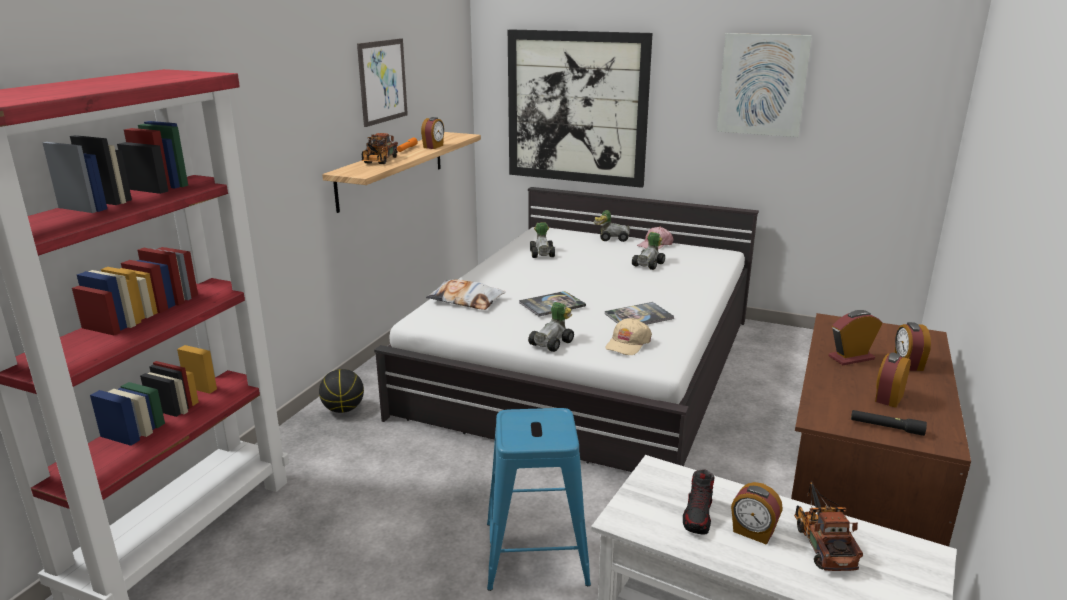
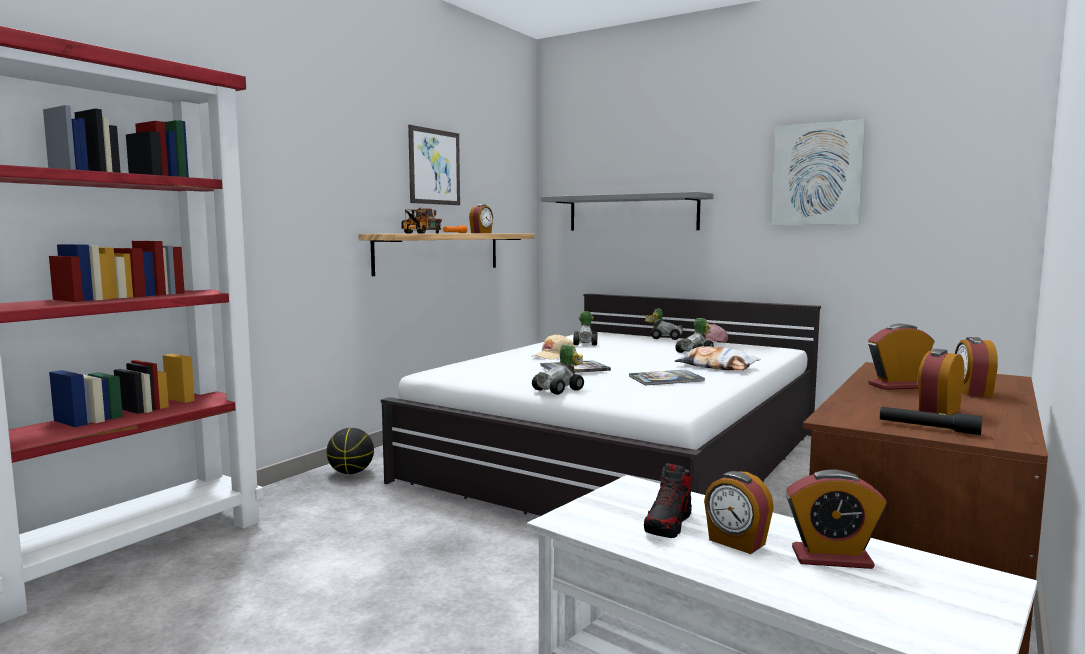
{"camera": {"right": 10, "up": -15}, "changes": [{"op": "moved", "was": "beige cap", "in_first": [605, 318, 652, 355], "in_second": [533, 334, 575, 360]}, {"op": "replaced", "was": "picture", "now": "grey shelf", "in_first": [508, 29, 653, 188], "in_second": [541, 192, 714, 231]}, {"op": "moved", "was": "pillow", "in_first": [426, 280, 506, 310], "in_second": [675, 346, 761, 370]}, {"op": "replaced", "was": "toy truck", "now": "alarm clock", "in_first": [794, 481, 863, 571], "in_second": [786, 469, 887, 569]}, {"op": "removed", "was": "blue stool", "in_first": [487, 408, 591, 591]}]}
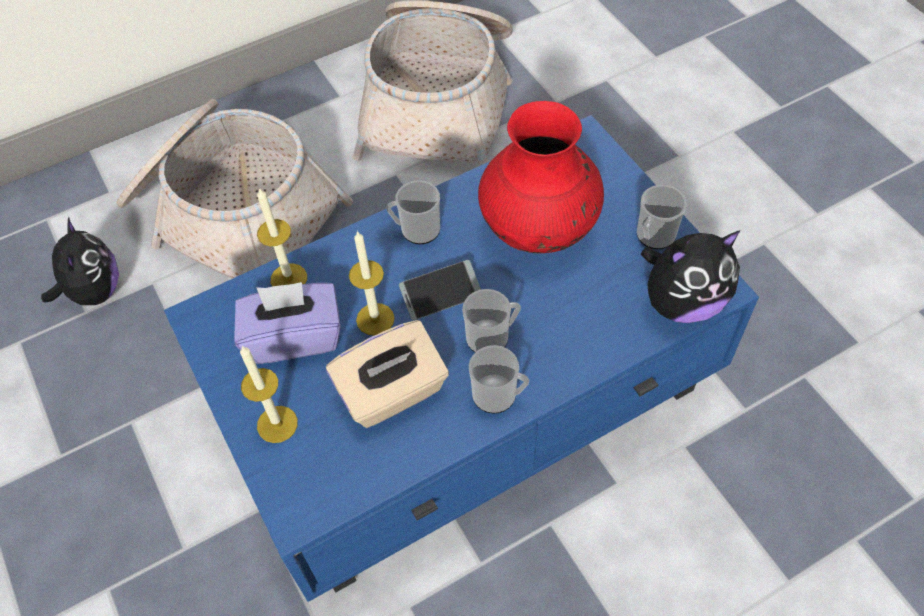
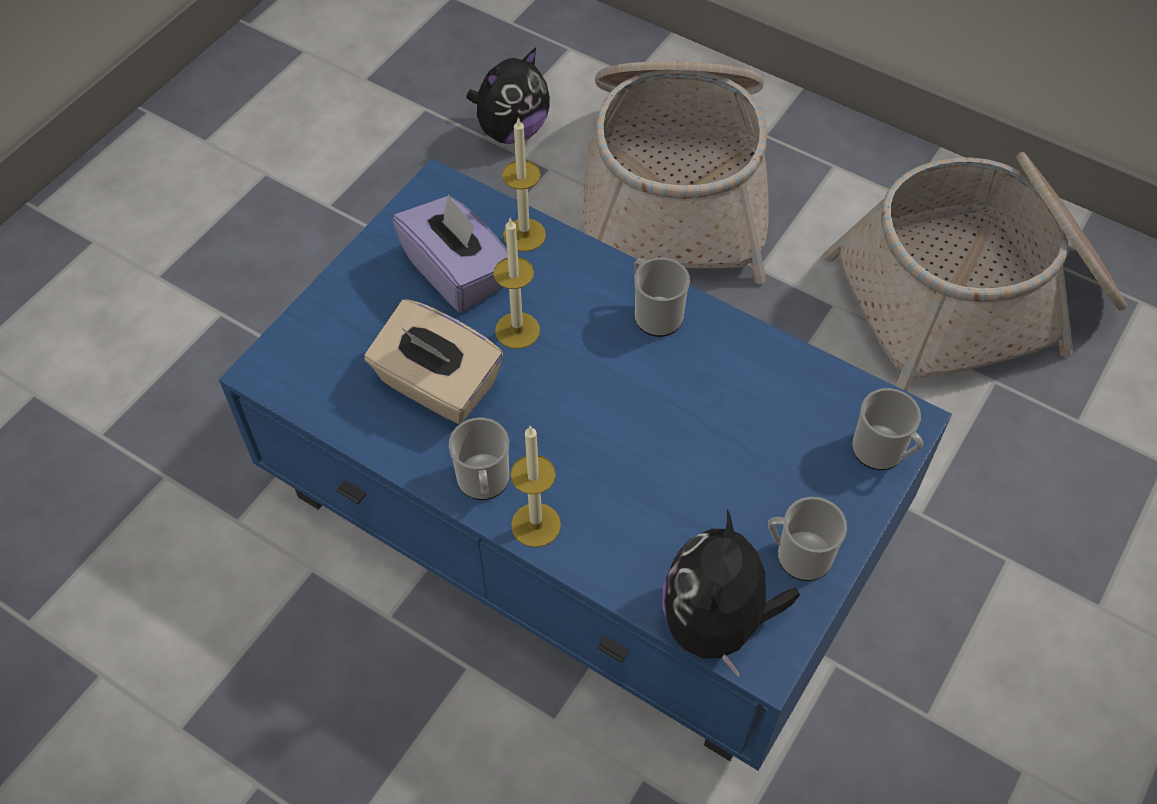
{"camera": {"right": 60, "up": 0}, "changes": [{"op": "moved", "was": "candle", "in_first": [240, 346, 298, 443], "in_second": [510, 426, 561, 547]}, {"op": "turned", "was": "plush toy", "in_first": [641, 230, 741, 323], "in_second": [662, 509, 800, 677], "clockwise": 60}, {"op": "moved", "was": "mug", "in_first": [462, 289, 521, 352], "in_second": [852, 388, 923, 470]}, {"op": "removed", "was": "phone", "in_first": [399, 260, 481, 320]}, {"op": "removed", "was": "red vase", "in_first": [478, 101, 604, 253]}]}
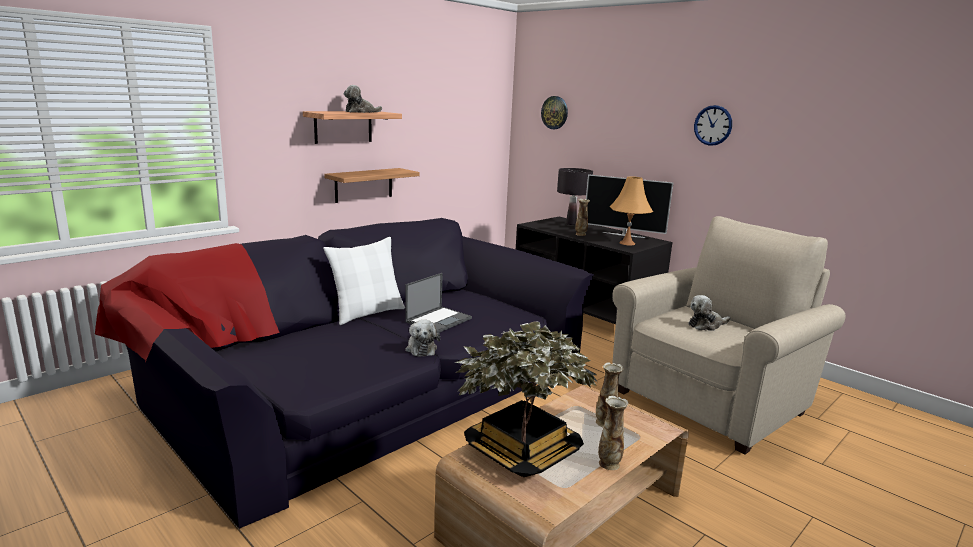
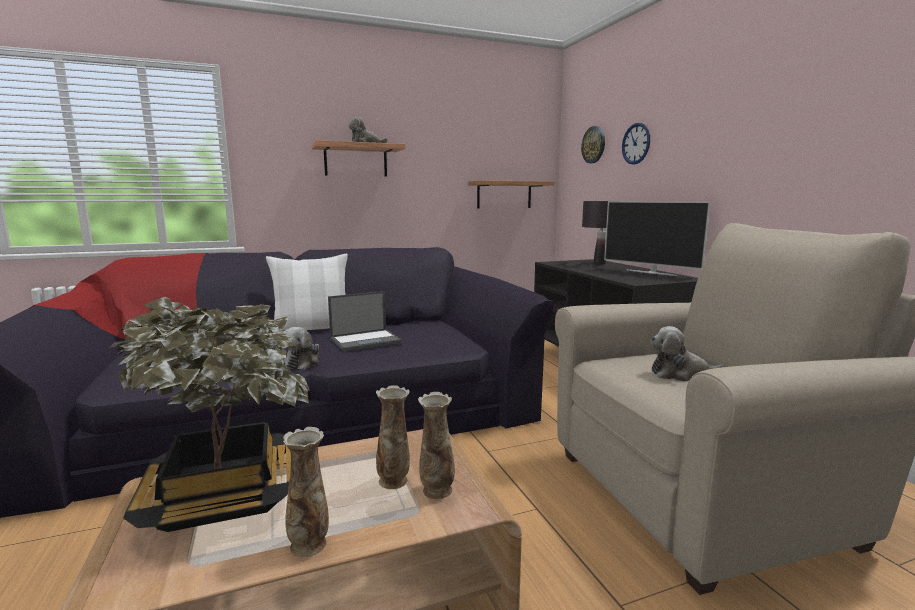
{"camera": {"right": 25, "up": -5}, "changes": [{"op": "moved", "was": "vase", "in_first": [575, 199, 590, 236], "in_second": [418, 392, 455, 499]}, {"op": "moved", "was": "shelf", "in_first": [324, 168, 420, 203], "in_second": [468, 180, 554, 208]}, {"op": "moved", "was": "wall clock", "in_first": [694, 105, 732, 146], "in_second": [622, 123, 650, 165]}, {"op": "removed", "was": "orange table lamp", "in_first": [610, 176, 653, 246]}]}
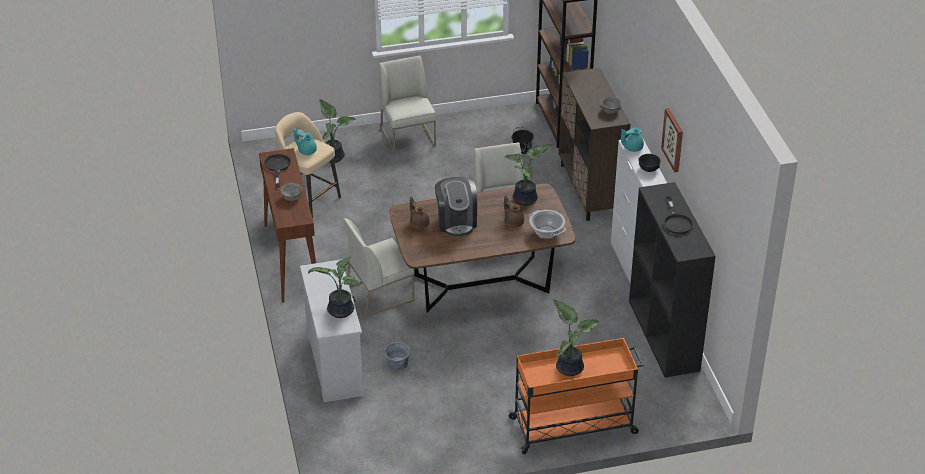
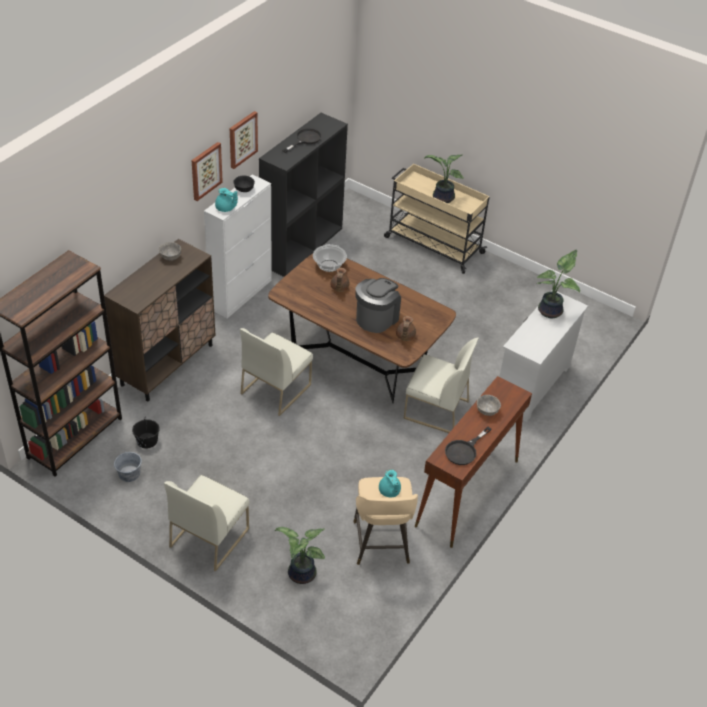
{"camera": {"right": -135, "up": 5}, "changes": [{"op": "moved", "was": "grey bucket", "in_first": [385, 342, 410, 371], "in_second": [114, 451, 142, 482]}, {"op": "added", "now": "picture", "in_second": [191, 142, 223, 201]}, {"op": "recoloured", "was": "orange cart", "now": "beige cart", "in_first": [508, 338, 644, 454], "in_second": [384, 164, 490, 274]}, {"op": "removed", "was": "potted plant", "in_first": [505, 144, 554, 206]}]}
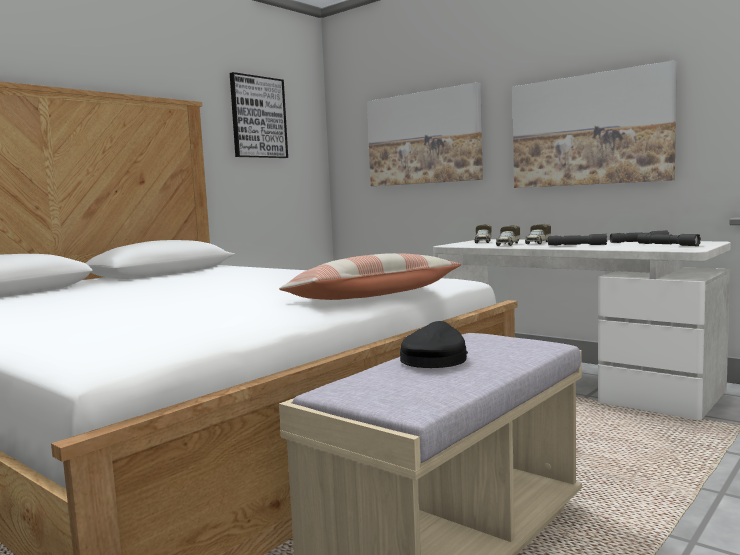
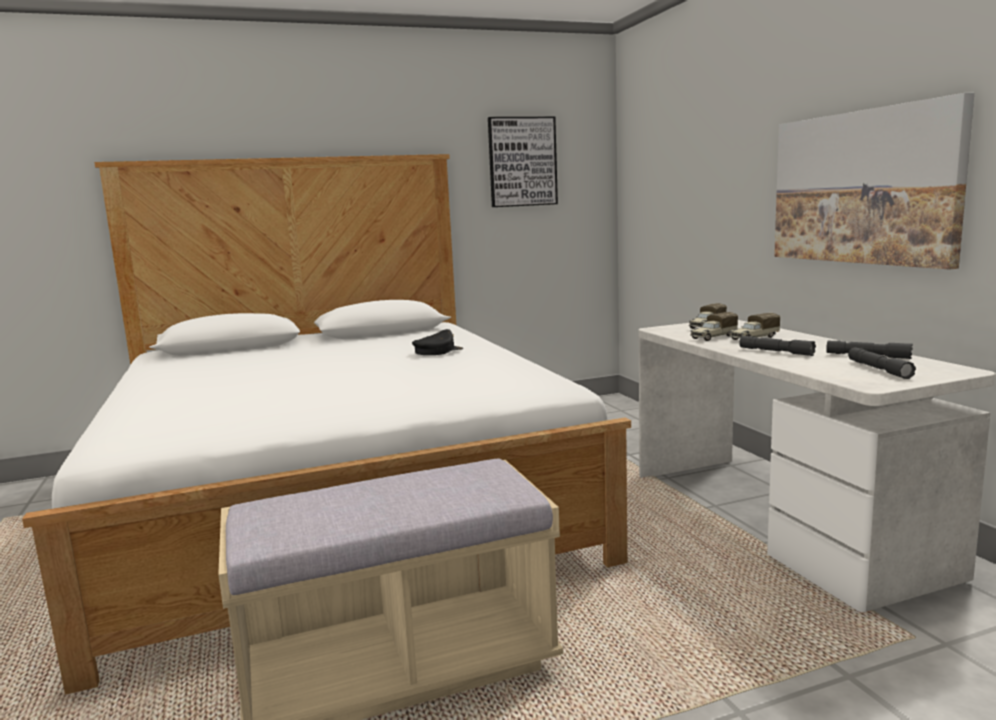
{"camera": {"right": 30, "up": 5}, "changes": [{"op": "moved", "was": "black cap", "in_first": [400, 321, 468, 368], "in_second": [412, 329, 464, 355]}, {"op": "removed", "was": "pillow", "in_first": [279, 253, 462, 300]}, {"op": "removed", "was": "picture", "in_first": [367, 82, 483, 186]}]}
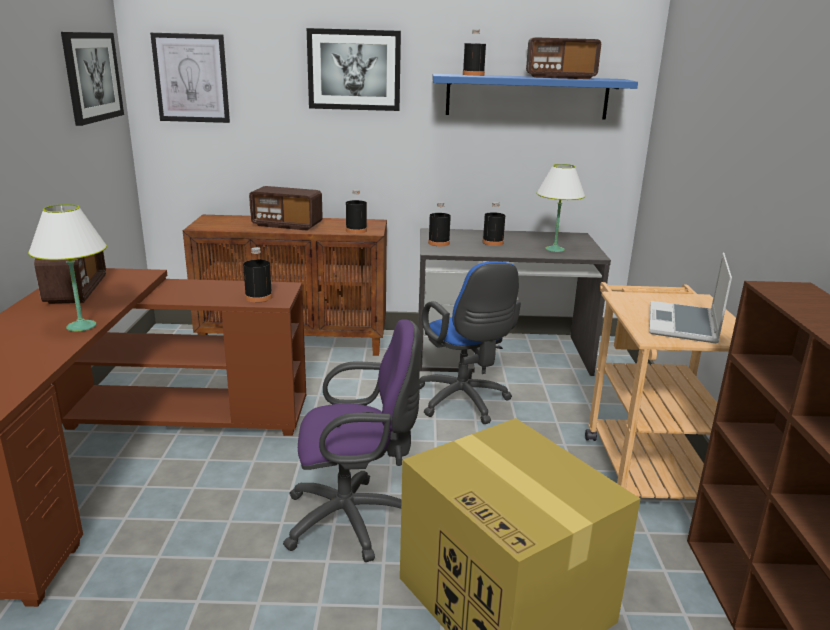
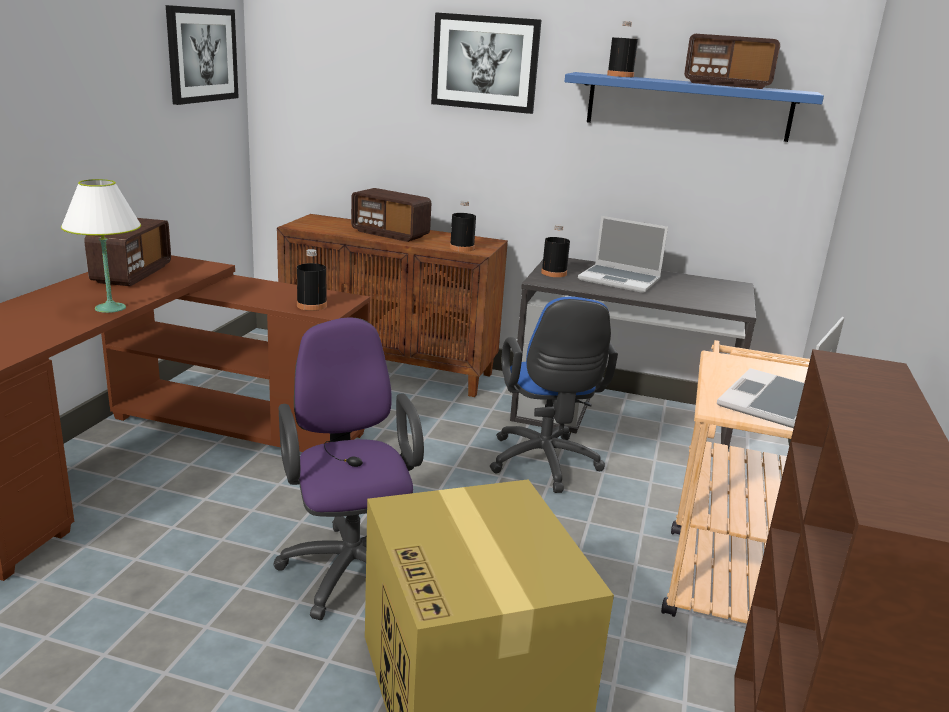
{"camera": {"right": 15, "up": 0}, "changes": [{"op": "turned", "was": "purple office chair", "in_first": [283, 319, 422, 562], "in_second": [273, 317, 424, 620], "clockwise": -120}, {"op": "replaced", "was": "black bottle", "now": "laptop", "in_first": [483, 202, 505, 246], "in_second": [578, 216, 668, 293]}, {"op": "removed", "was": "picture", "in_first": [150, 33, 230, 123]}, {"op": "removed", "was": "white table lamp", "in_first": [537, 164, 585, 252]}]}
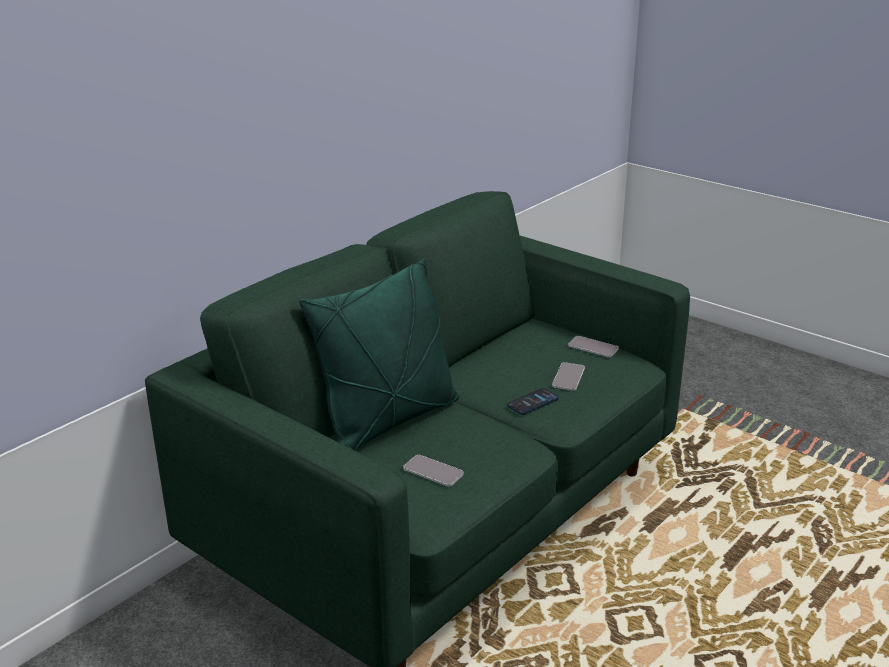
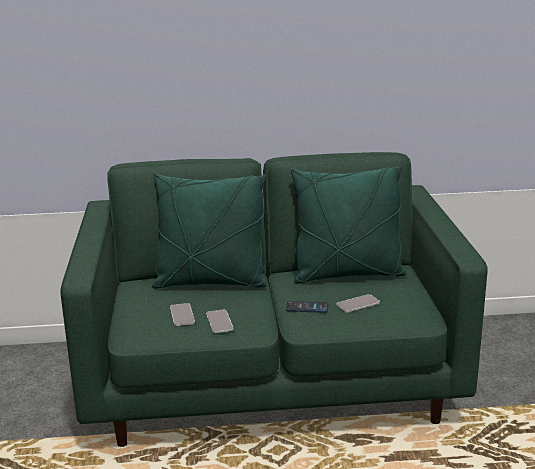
{"camera": {"right": 45, "up": -5}, "changes": [{"op": "moved", "was": "phone", "in_first": [568, 336, 619, 357], "in_second": [206, 310, 233, 333]}, {"op": "added", "now": "green pillow", "in_second": [291, 165, 406, 284]}]}
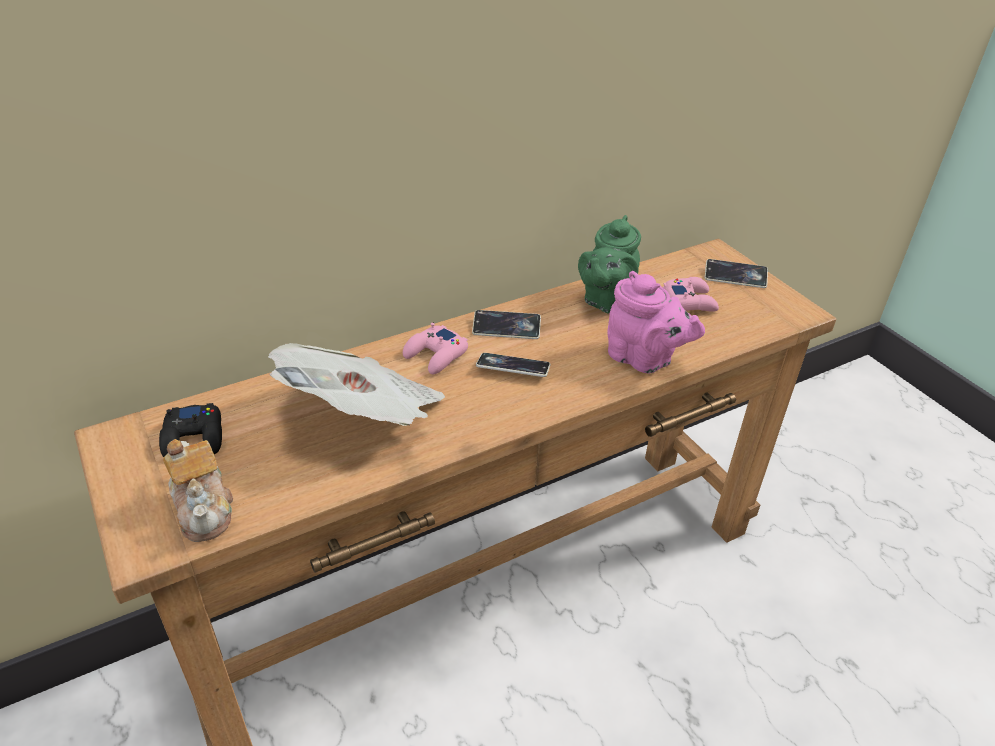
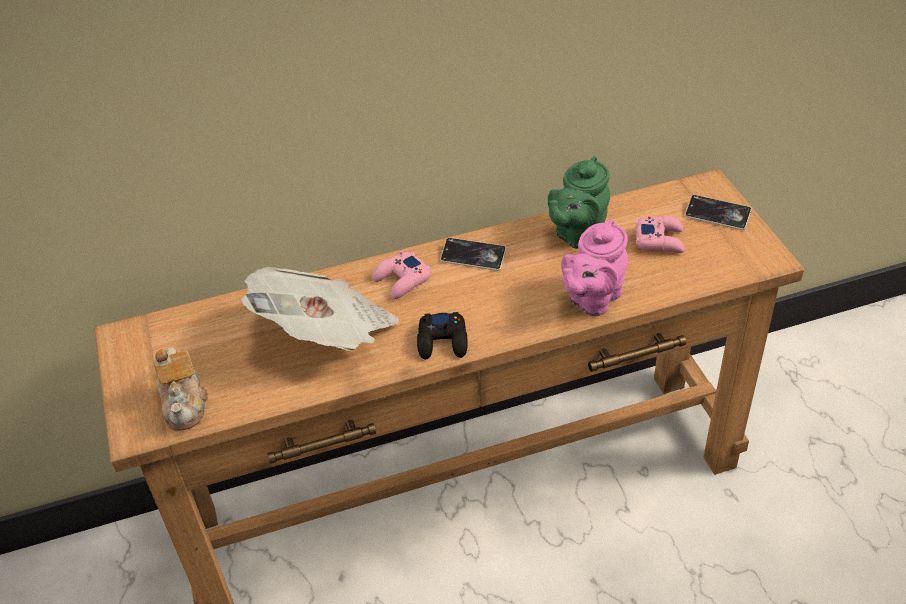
{"camera": {"right": 15, "up": 5}, "changes": [{"op": "moved", "was": "black game controller", "in_first": [159, 403, 222, 457], "in_second": [417, 312, 468, 360]}, {"op": "turned", "was": "pink teapot", "in_first": [607, 271, 705, 374], "in_second": [561, 219, 628, 316], "clockwise": 75}, {"op": "removed", "was": "phone", "in_first": [476, 353, 550, 377]}]}
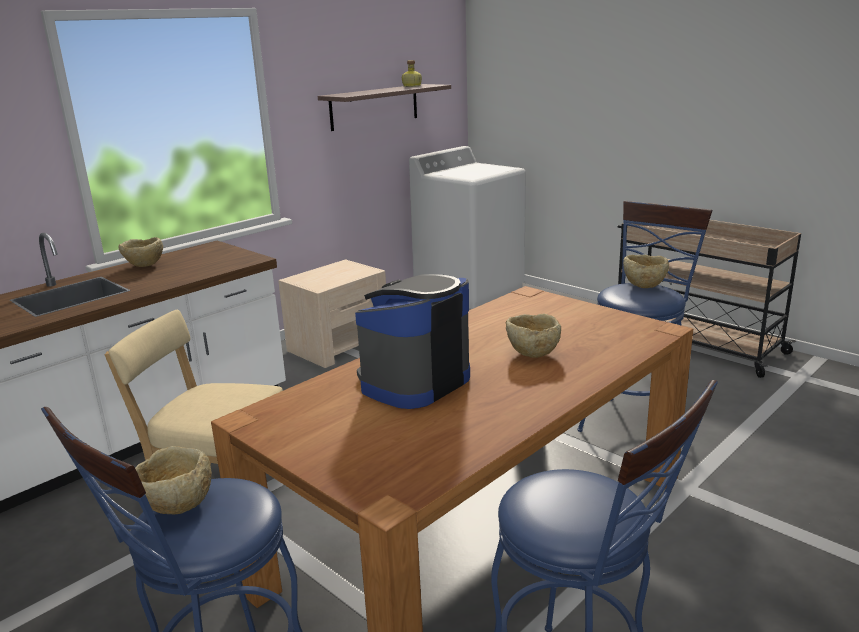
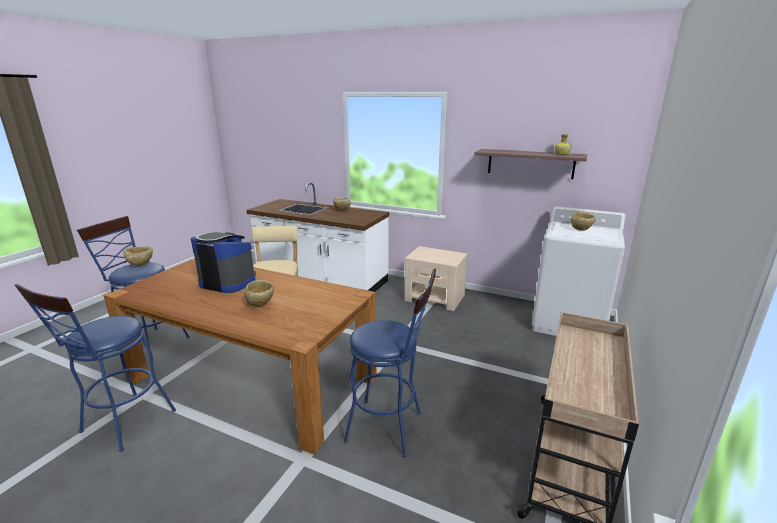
{"camera": {"right": 70, "up": 0}, "changes": [{"op": "moved", "was": "beige bowl", "in_first": [623, 255, 669, 288], "in_second": [571, 211, 596, 231]}]}
